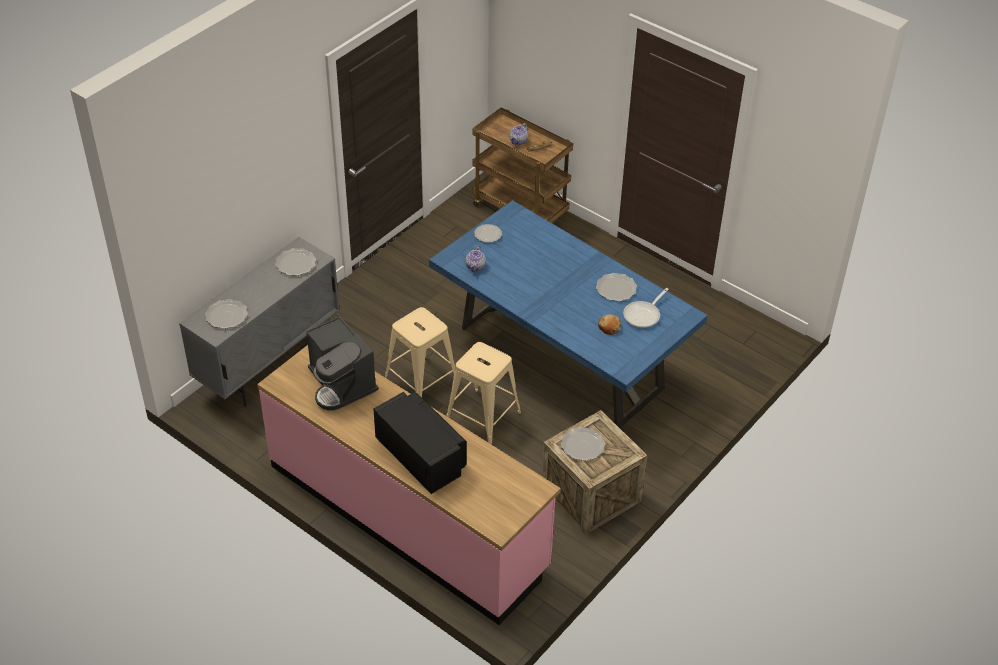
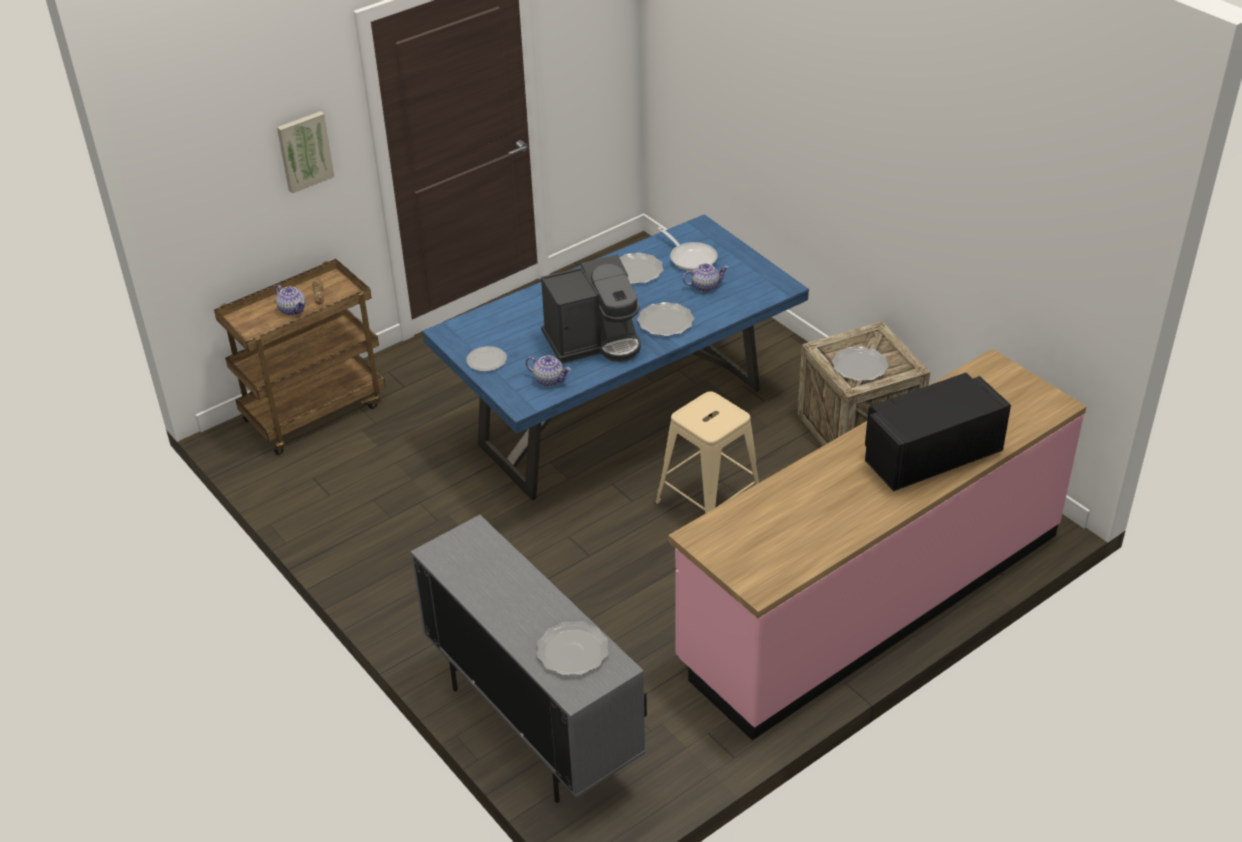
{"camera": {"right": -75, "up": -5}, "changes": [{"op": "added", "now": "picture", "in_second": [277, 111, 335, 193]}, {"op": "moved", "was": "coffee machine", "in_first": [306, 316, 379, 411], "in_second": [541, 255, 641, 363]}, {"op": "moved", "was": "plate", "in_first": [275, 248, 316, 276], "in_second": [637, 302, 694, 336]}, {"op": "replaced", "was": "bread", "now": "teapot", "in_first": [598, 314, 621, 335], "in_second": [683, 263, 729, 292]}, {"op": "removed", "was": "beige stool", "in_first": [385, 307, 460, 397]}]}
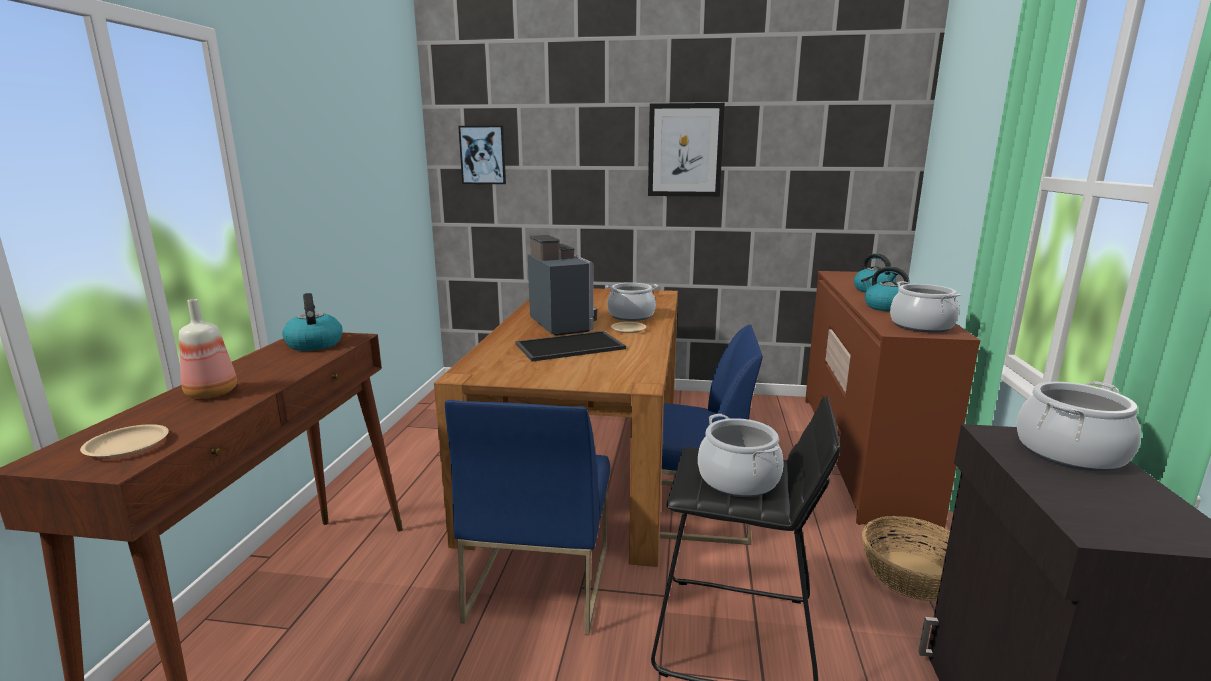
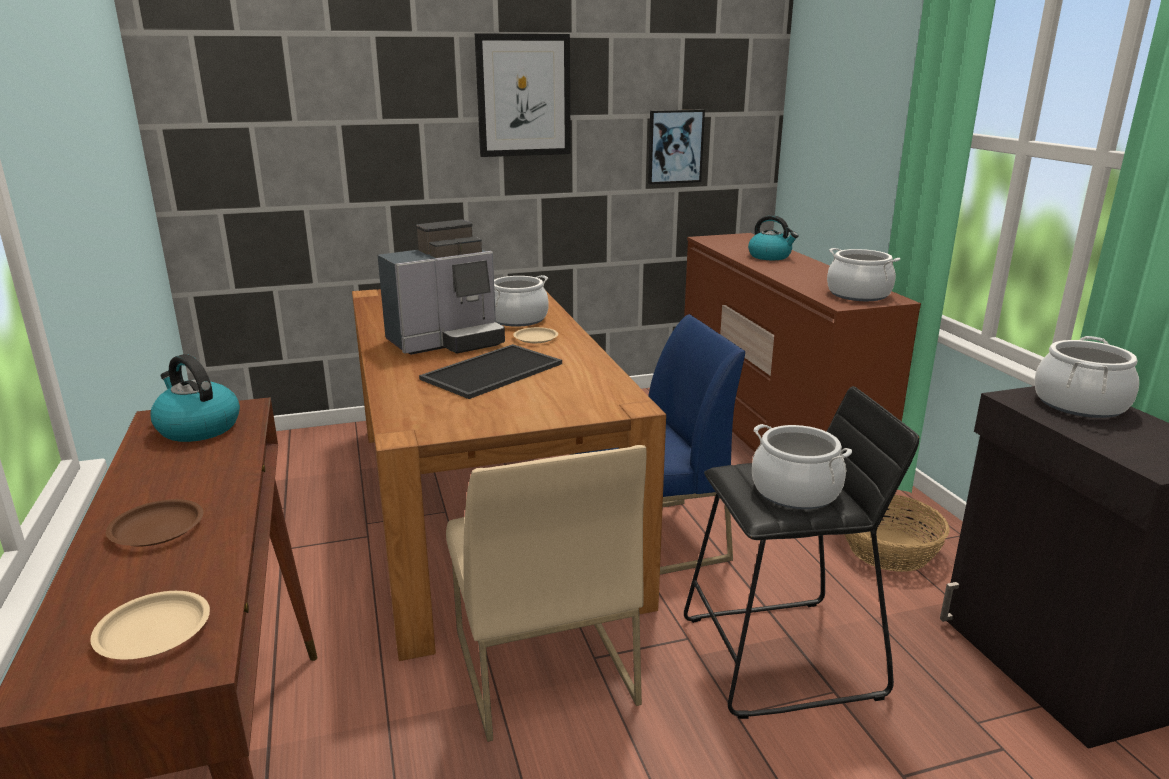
{"camera": {"right": -25, "up": 5}, "changes": [{"op": "replaced", "was": "bottle", "now": "brown plate", "in_first": [179, 299, 237, 399], "in_second": [106, 499, 203, 546]}, {"op": "turned", "was": "coffee machine", "in_first": [528, 235, 597, 336], "in_second": [378, 220, 505, 355], "clockwise": 105}, {"op": "recoloured", "was": "blue chair", "now": "beige chair", "in_first": [445, 400, 610, 635], "in_second": [446, 445, 647, 742]}, {"op": "moved", "was": "picture", "in_first": [458, 126, 506, 184], "in_second": [648, 109, 705, 184]}, {"op": "removed", "was": "kettle", "in_first": [861, 266, 910, 312]}]}
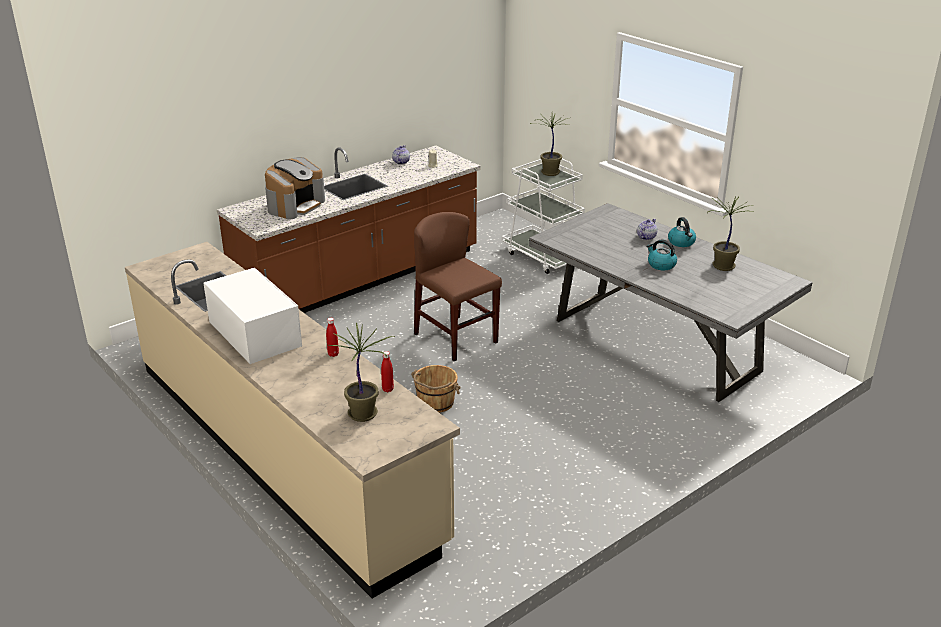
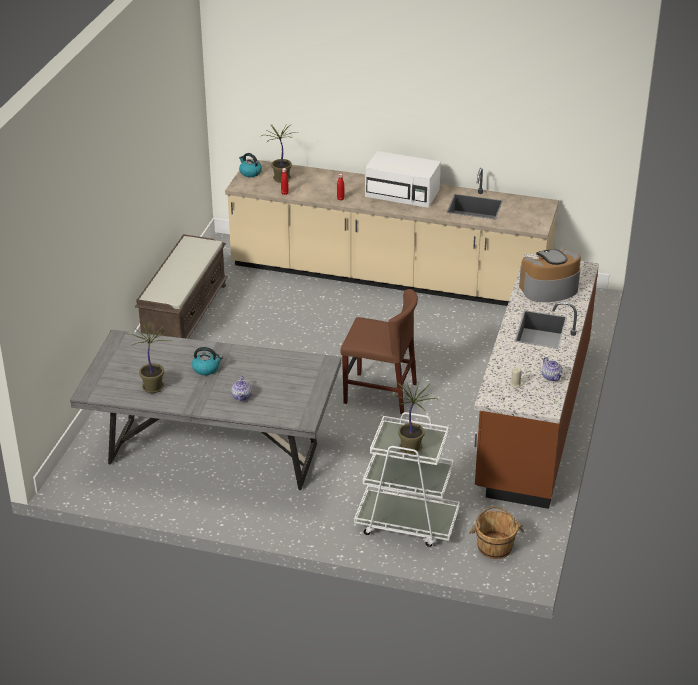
{"camera": {"right": 145, "up": 5}, "changes": [{"op": "added", "now": "brown bench", "in_second": [135, 234, 228, 339]}, {"op": "moved", "was": "kettle", "in_first": [668, 217, 696, 247], "in_second": [239, 153, 262, 177]}, {"op": "moved", "was": "brown bucket", "in_first": [411, 365, 461, 413], "in_second": [469, 506, 524, 559]}, {"op": "turned", "was": "coffee machine", "in_first": [265, 157, 325, 219], "in_second": [519, 249, 581, 302], "clockwise": 75}]}
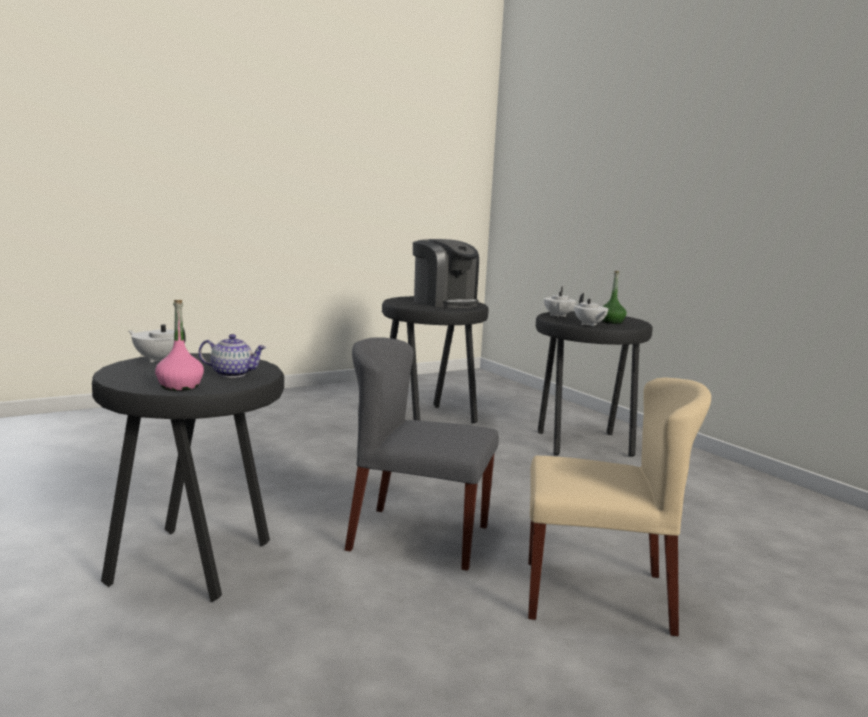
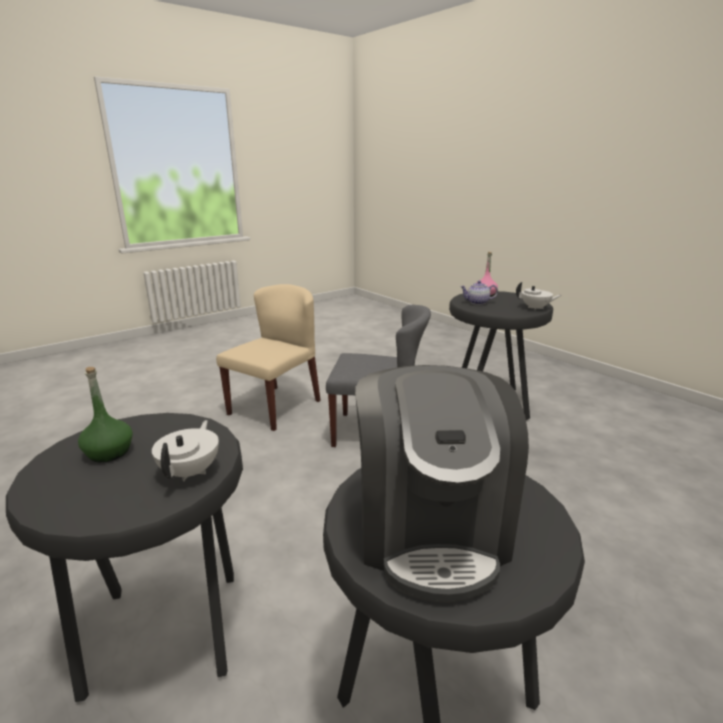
{"camera": {"right": 175, "up": 10}, "changes": [{"op": "turned", "was": "beige chair", "in_first": [528, 377, 711, 636], "in_second": [216, 284, 321, 431], "clockwise": 120}, {"op": "turned", "was": "coffee machine", "in_first": [413, 239, 479, 308], "in_second": [355, 365, 529, 603], "clockwise": -135}, {"op": "removed", "was": "white teapot", "in_first": [574, 293, 608, 327]}]}
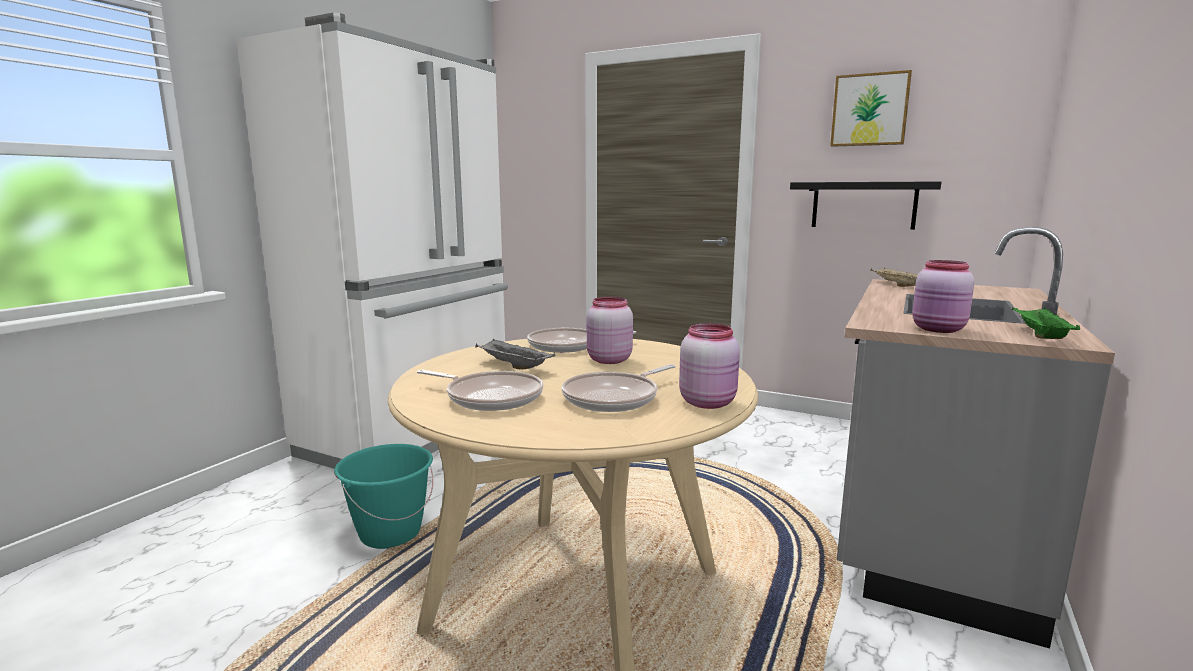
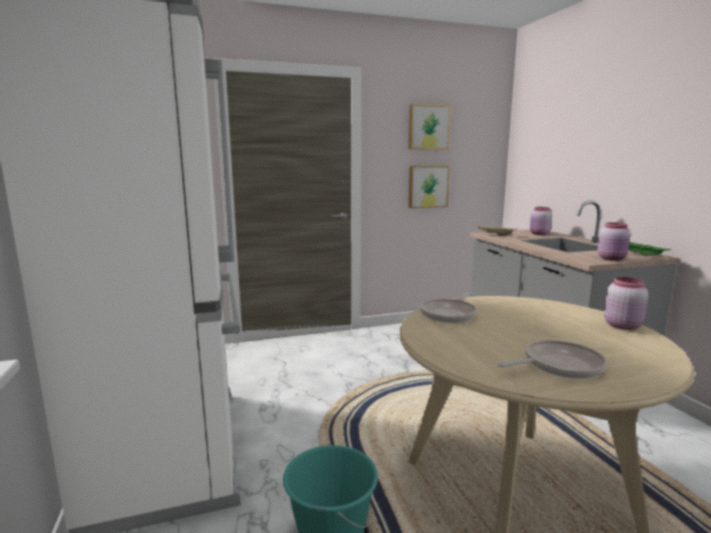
{"camera": {"right": -45, "up": 0}, "changes": [{"op": "replaced", "was": "black shelf", "now": "picture", "in_first": [790, 181, 941, 230], "in_second": [409, 166, 450, 208]}, {"op": "moved", "was": "pink jar", "in_first": [587, 297, 633, 364], "in_second": [530, 207, 552, 235]}, {"op": "removed", "was": "grey tray", "in_first": [475, 339, 555, 369]}, {"op": "removed", "was": "frying pan", "in_first": [562, 364, 676, 412]}]}
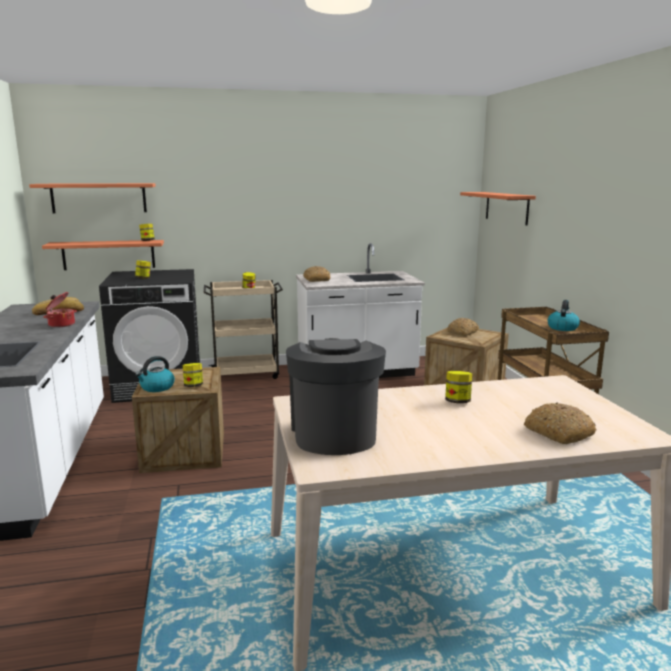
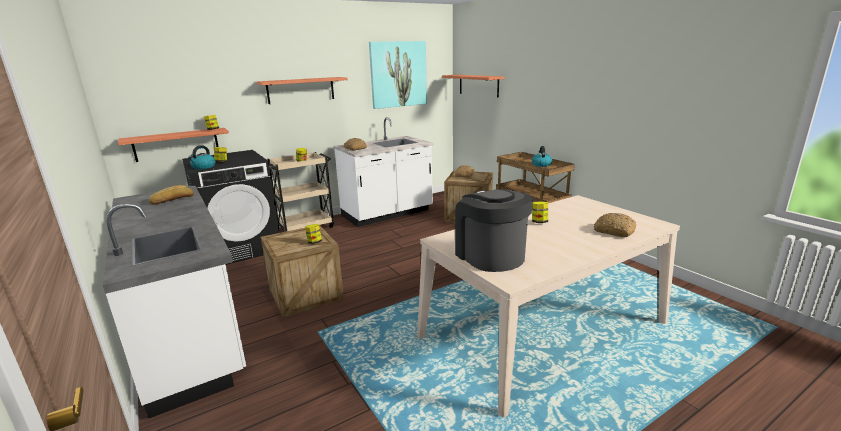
{"camera": {"right": -20, "up": 5}, "changes": [{"op": "moved", "was": "kettle", "in_first": [135, 356, 175, 392], "in_second": [188, 145, 215, 169]}, {"op": "moved", "was": "shelf", "in_first": [29, 183, 156, 213], "in_second": [257, 77, 348, 104]}, {"op": "added", "now": "picture", "in_second": [369, 41, 427, 109]}, {"op": "removed", "was": "cooking pot", "in_first": [43, 292, 77, 328]}]}
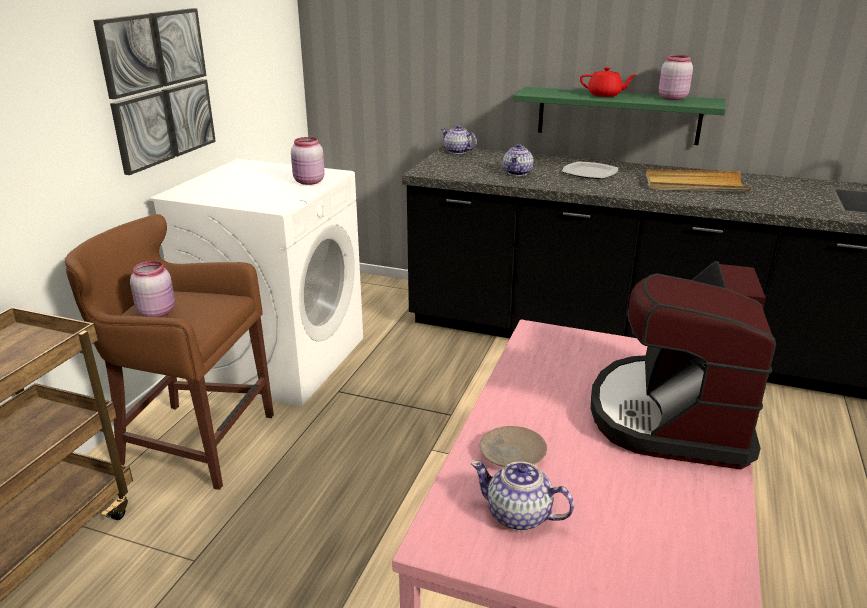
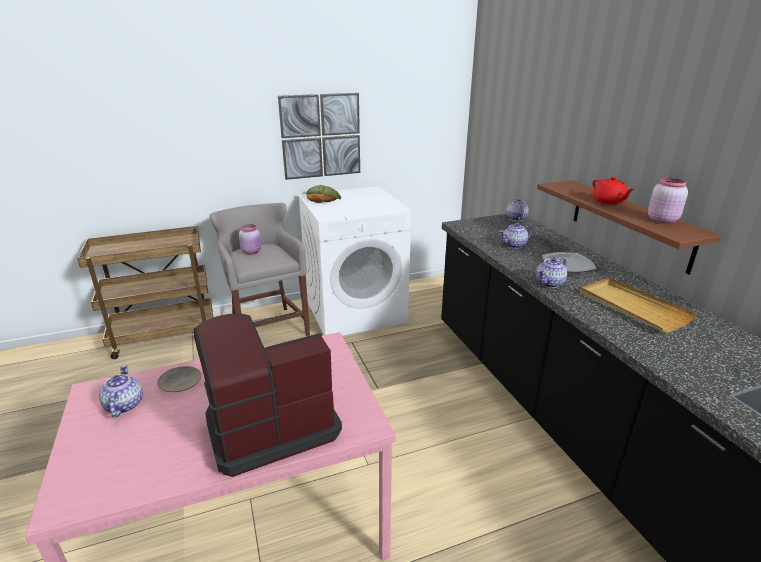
{"camera": {"right": 50, "up": 0}, "changes": [{"op": "recoloured", "was": "brown stool", "now": "grey stool", "in_first": [65, 214, 274, 490], "in_second": [209, 203, 310, 336]}, {"op": "added", "now": "bread", "in_second": [306, 185, 341, 203]}, {"op": "added", "now": "teapot", "in_second": [536, 257, 567, 288]}, {"op": "recoloured", "was": "green shelf", "now": "brown shelf", "in_first": [513, 87, 726, 145], "in_second": [537, 180, 722, 275]}, {"op": "removed", "was": "pink jar", "in_first": [291, 137, 325, 185]}]}
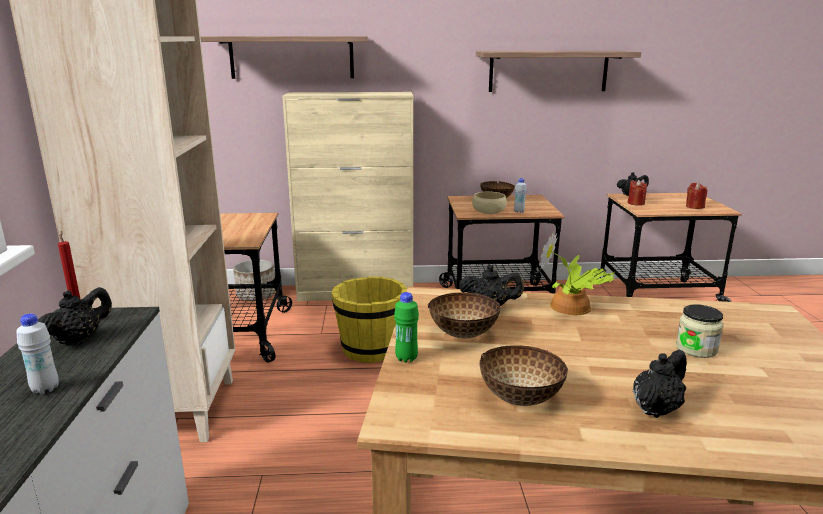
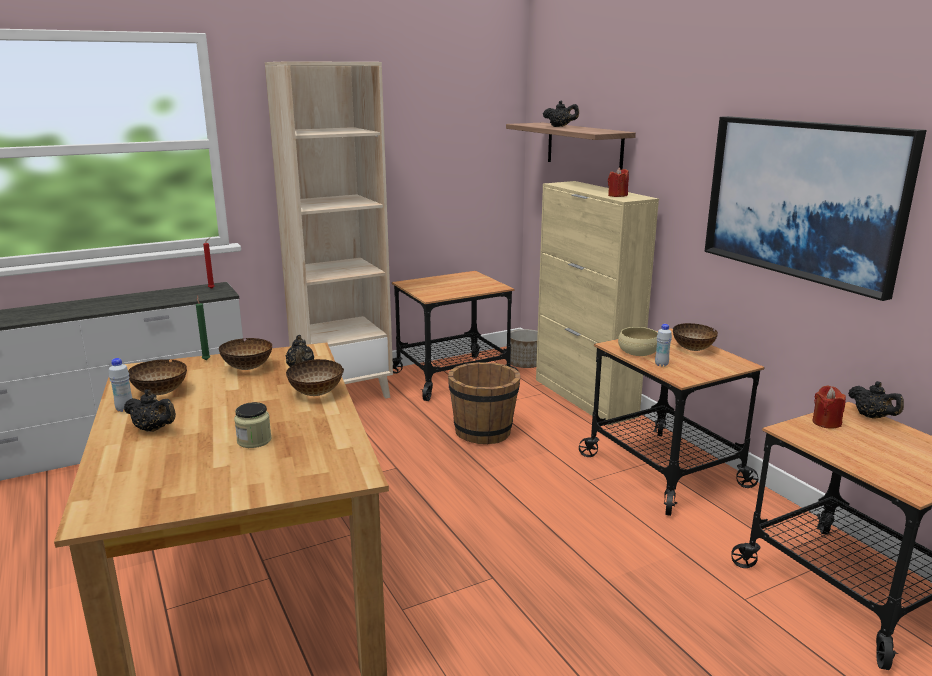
{"camera": {"right": 65, "up": 0}, "changes": [{"op": "moved", "was": "white bottle", "in_first": [16, 314, 59, 394], "in_second": [109, 358, 132, 412]}, {"op": "replaced", "was": "green bottle", "now": "green candle", "in_first": [394, 292, 419, 363], "in_second": [196, 296, 210, 360]}, {"op": "replaced", "was": "potted plant", "now": "bowl", "in_first": [539, 231, 614, 315], "in_second": [286, 359, 344, 396]}, {"op": "recoloured", "was": "yellow bucket", "now": "brown bucket", "in_first": [331, 277, 407, 363], "in_second": [448, 362, 520, 444]}, {"op": "moved", "was": "black teapot", "in_first": [38, 287, 112, 346], "in_second": [543, 100, 579, 127]}, {"op": "moved", "was": "red candle", "in_first": [686, 182, 707, 209], "in_second": [608, 168, 629, 197]}, {"op": "replaced", "was": "shelf", "now": "picture", "in_first": [476, 51, 641, 92], "in_second": [705, 116, 927, 301]}]}
